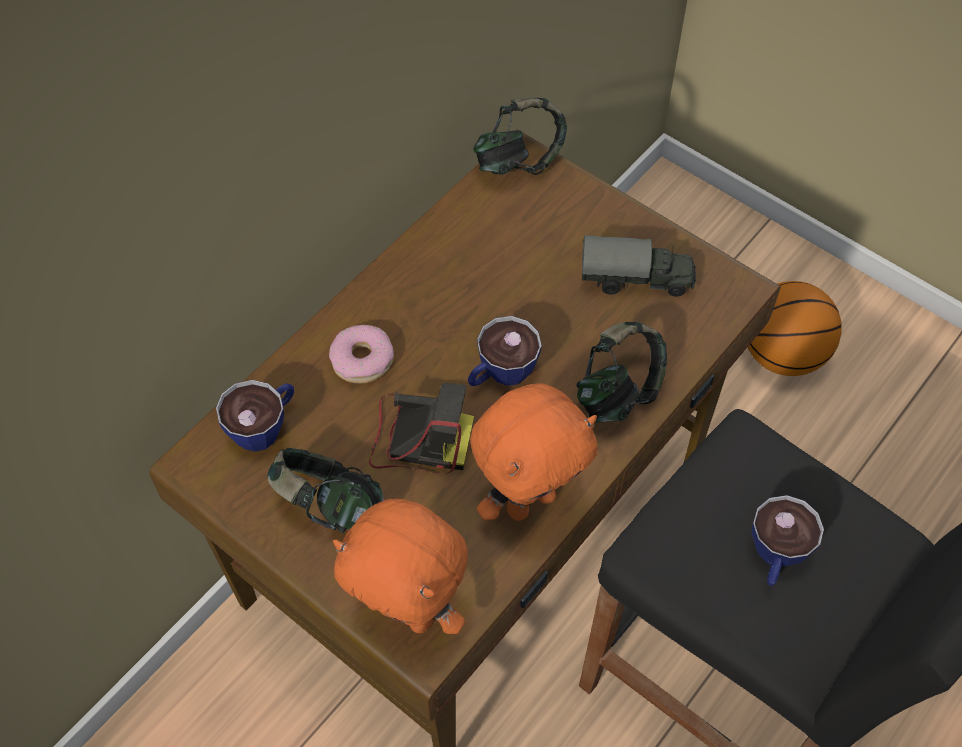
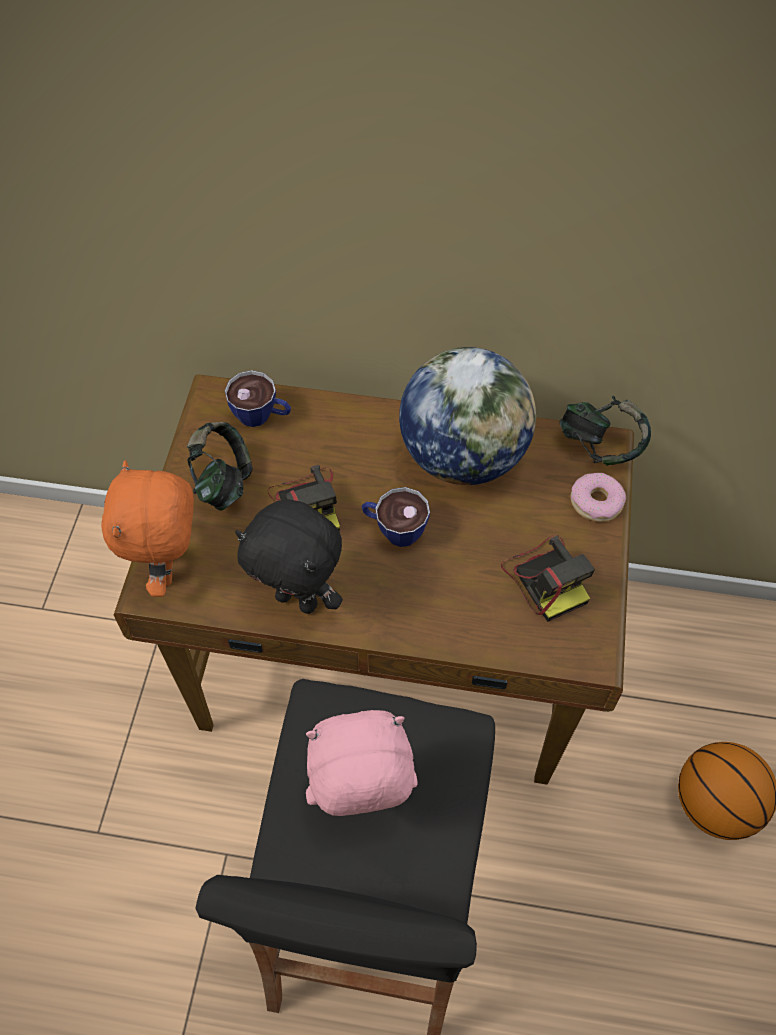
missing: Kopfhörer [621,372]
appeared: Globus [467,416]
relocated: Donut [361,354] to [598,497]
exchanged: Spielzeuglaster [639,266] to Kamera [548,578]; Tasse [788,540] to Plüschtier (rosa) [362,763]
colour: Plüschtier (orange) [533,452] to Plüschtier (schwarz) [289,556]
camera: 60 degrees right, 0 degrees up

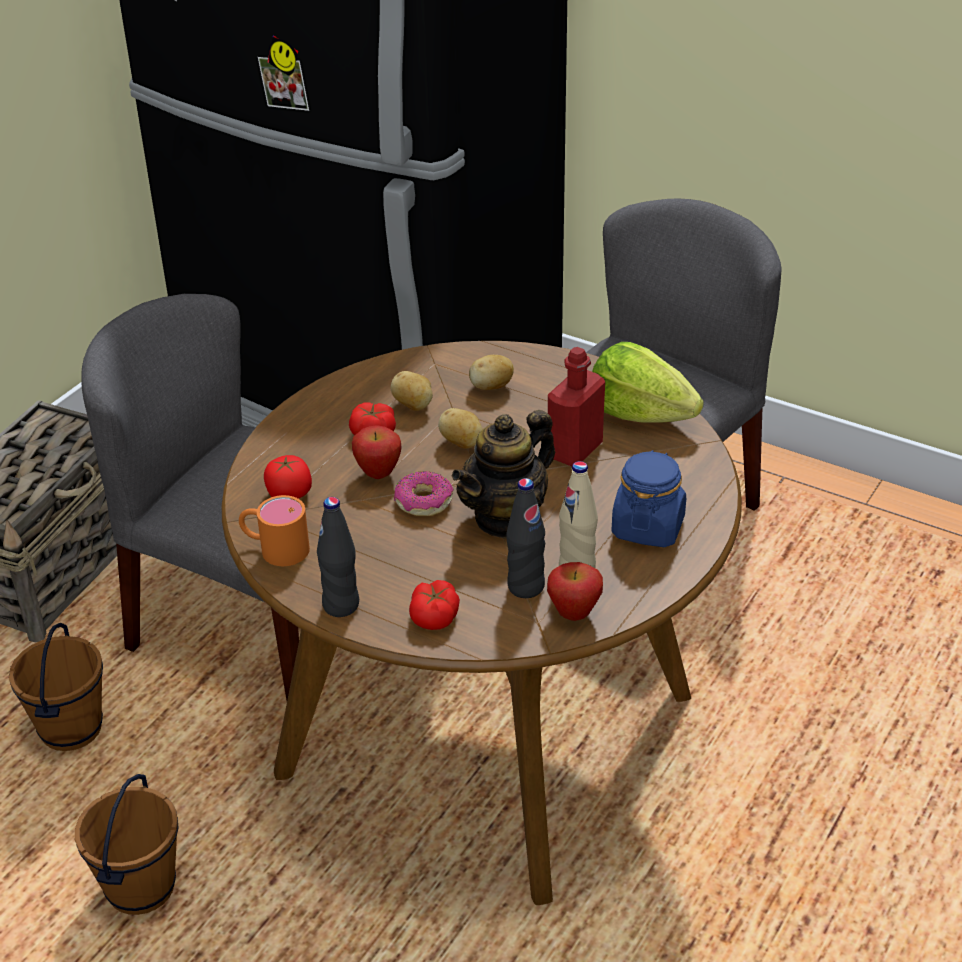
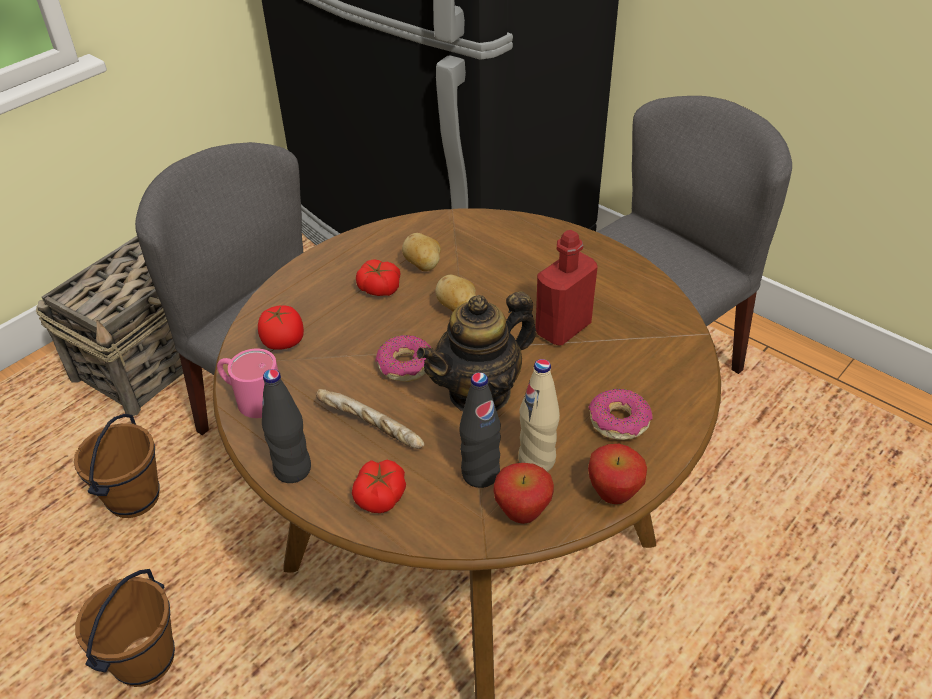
missing: Salatkopf [648,382]; Kartoffel [491,372]
appeared: Brot [370,419]
relocated: Apfel [377,452] to [617,474]
exchanged: Vorratsglas (blau) [648,498] to Donut [620,414]
colour: Henkelbecher (orange) [274,530] to Henkelbecher (rosa) [247,383]
camera: 10 degrees right, 5 degrees up

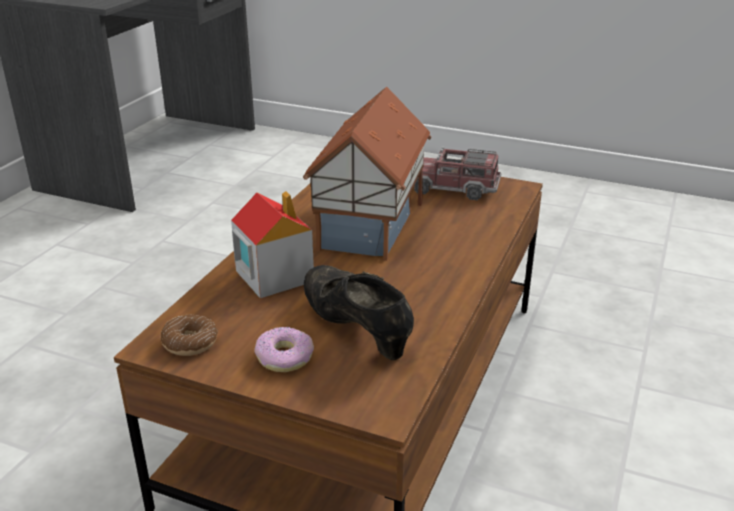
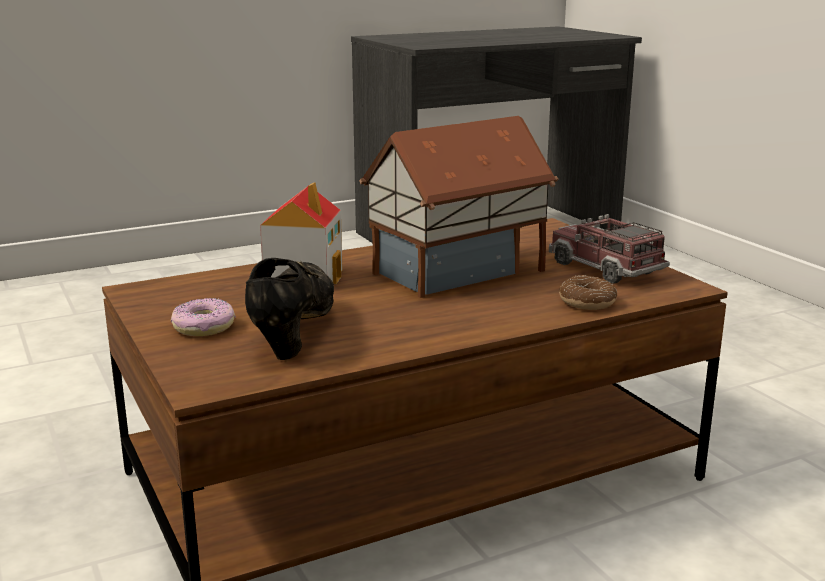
relocated: Donut [189,335] to [588,292]
camera: 40 degrees right, 10 degrees down

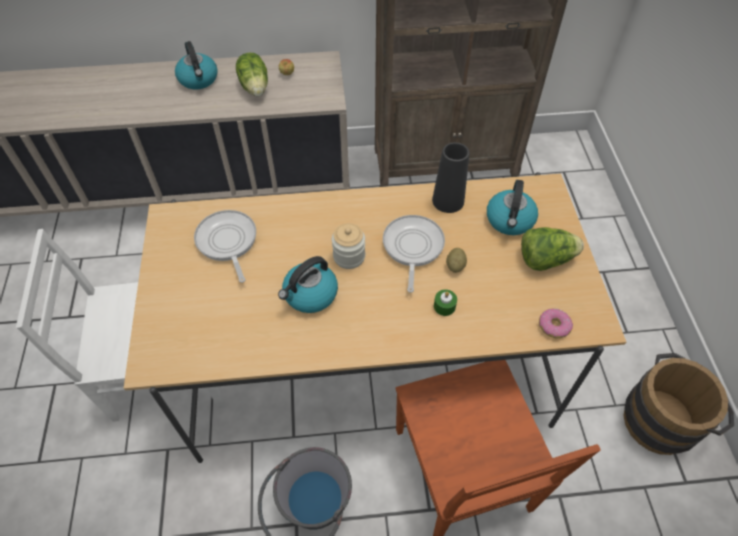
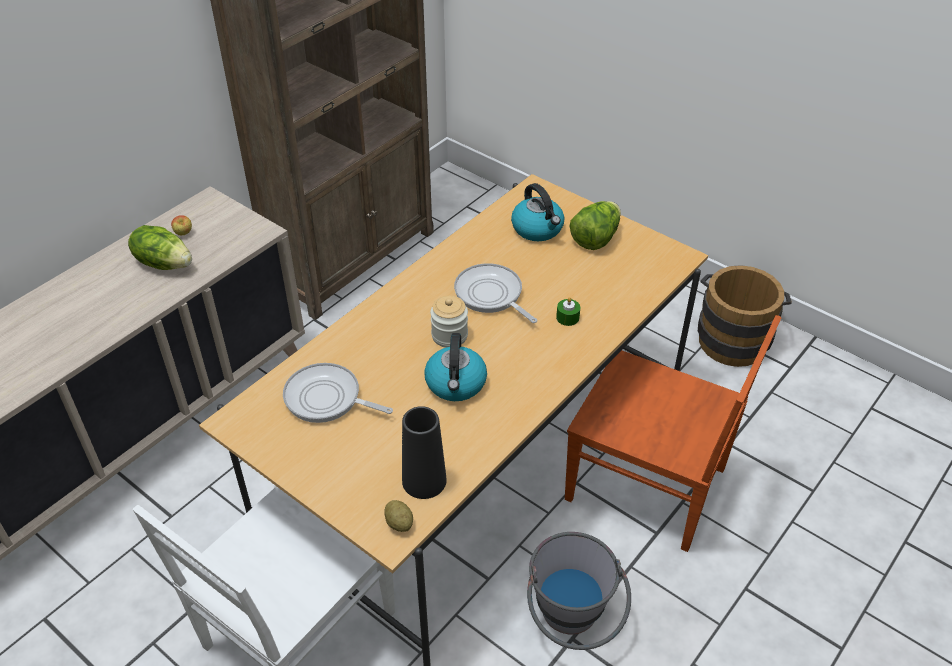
missing: Wasserkessel [196,65]; Donut [556,323]
relocated: Vase (schwarz) [450,177] to [424,452]; Kartoffel [456,260] to [398,516]
camera: 45 degrees left, 10 degrees down

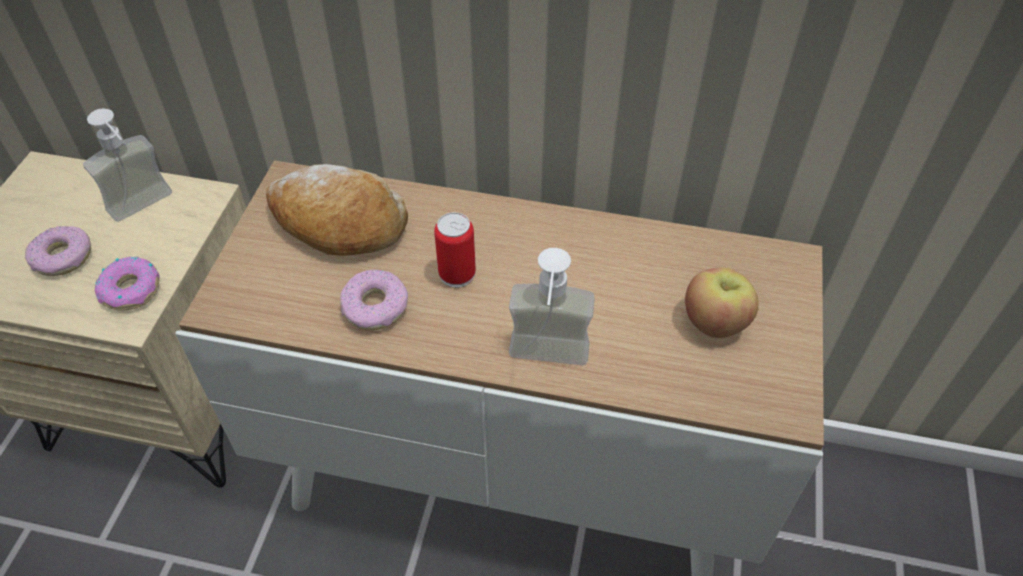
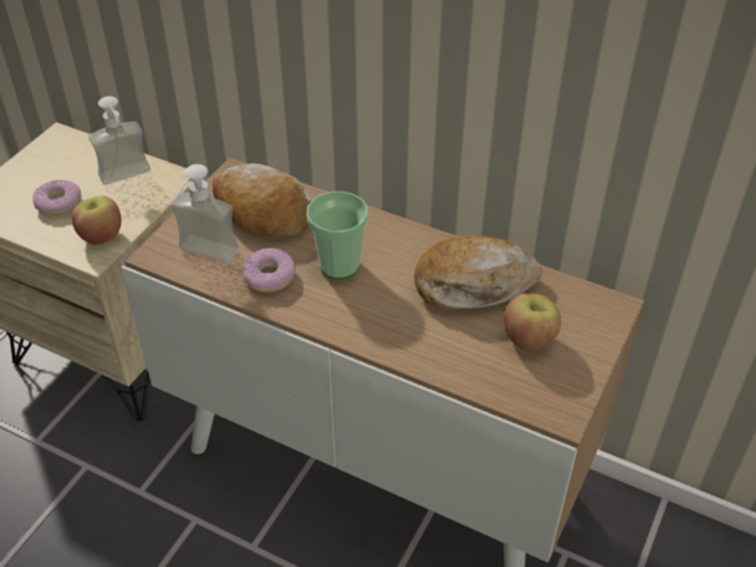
appeared: Brot [478,273]
relocated: Seifenspender [552,306] to [205,213]
exchanged: Dose [455,250] to Tasse [337,235]; Donut [127,284] to Apfel [96,220]
camera: 15 degrees right, 5 degrees down

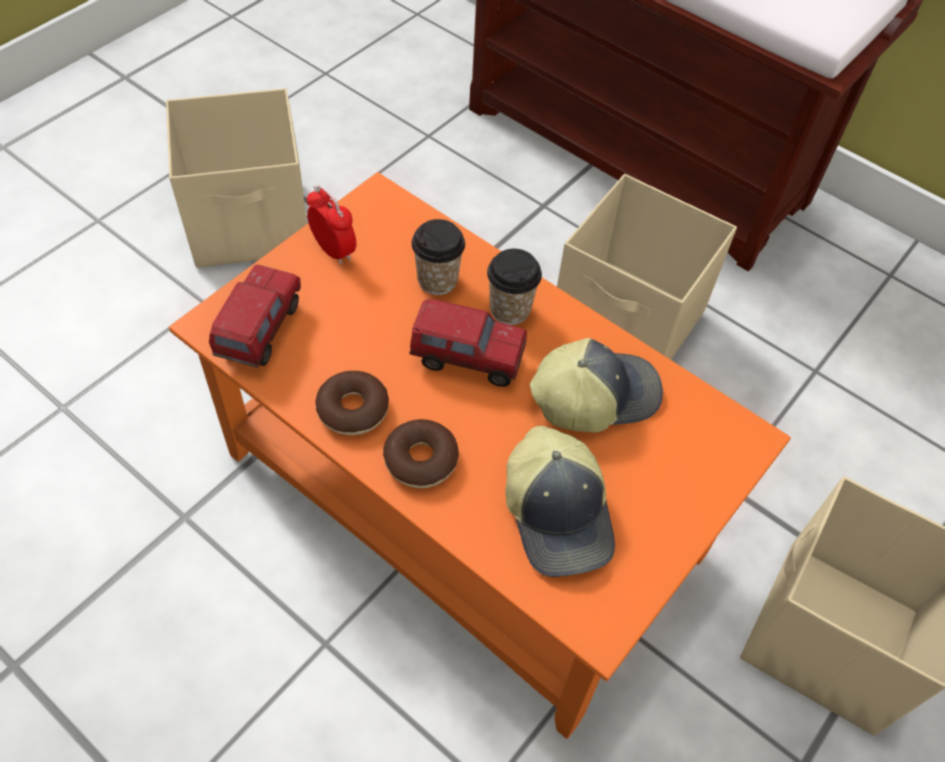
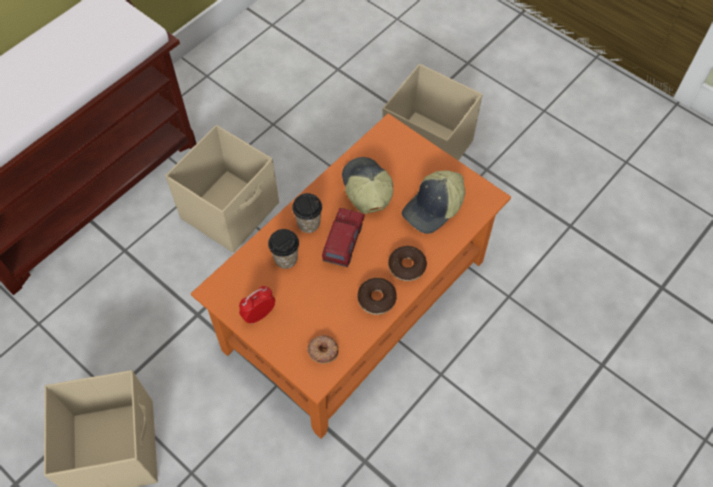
exchanged: Spielzeuglaster [255,316] to Donut [323,349]
spun: Kappe [560,501] = [433,202] 150 degrees clockwise
camera: 85 degrees left, 5 degrees up

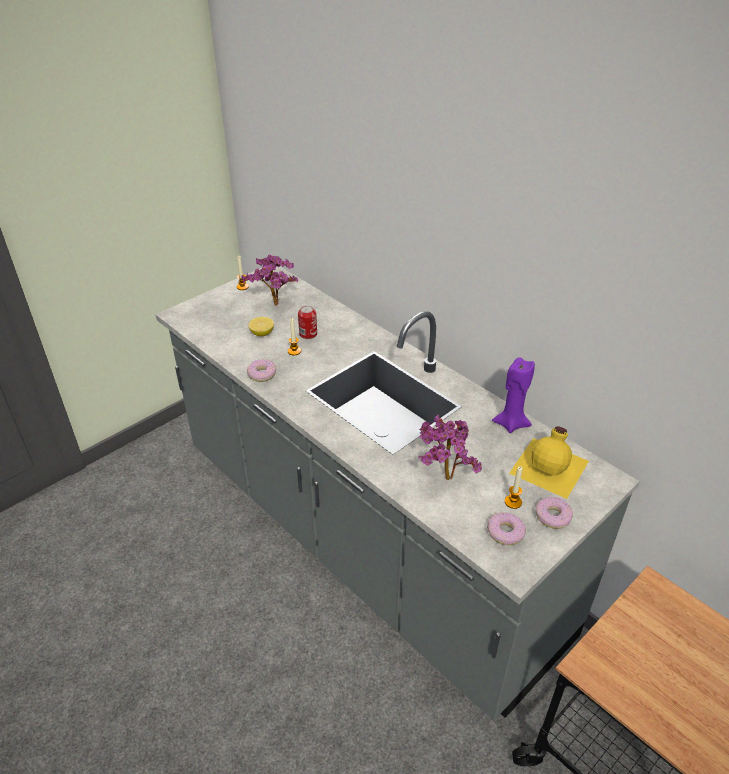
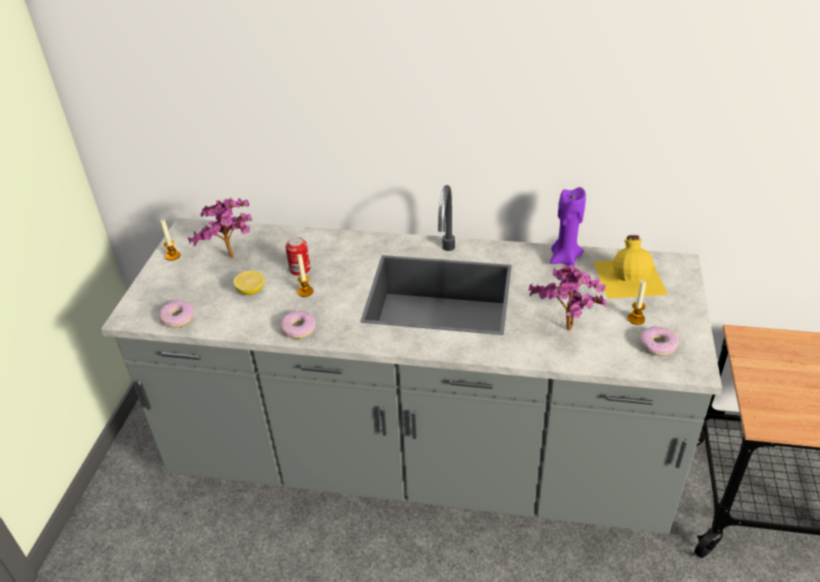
relocated: Donut [554,513] to [176,314]
camera: 35 degrees left, 0 degrees up

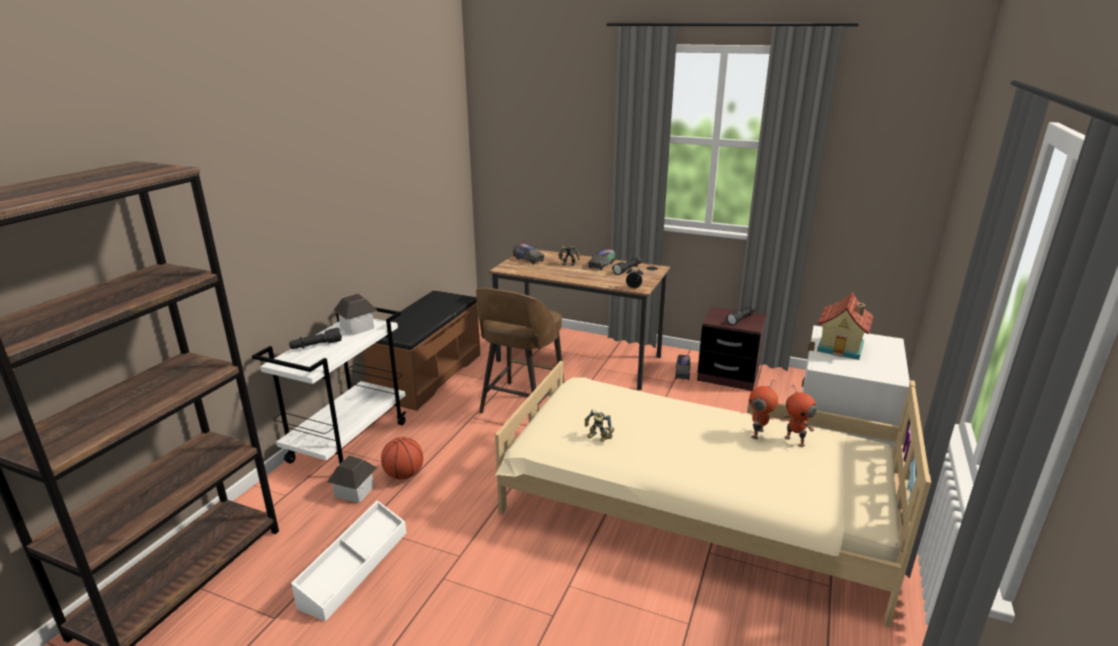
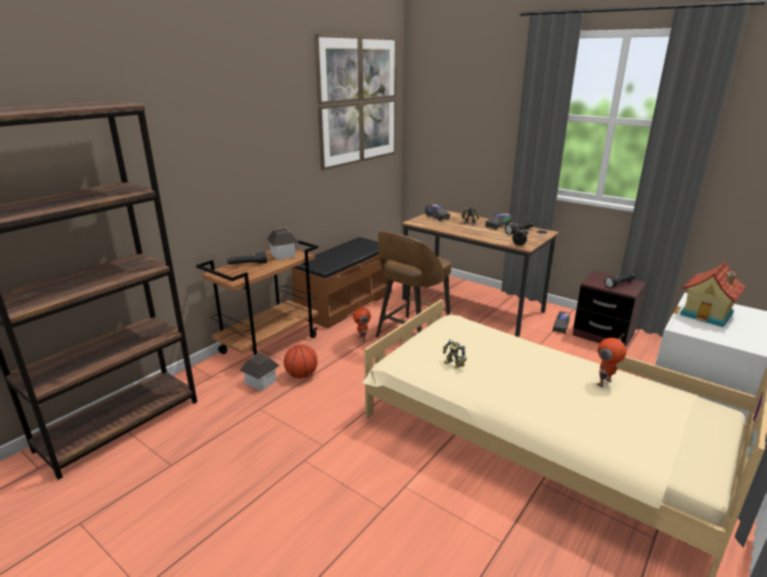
missing: Aufbewahrungsbox (weiß) [348,561]
appeared: Bild [355,102]
relocated: Spielzeugroboter [800,415] to [362,322]
colour: Rollwagen (weiß) [329,385] to Rollwagen (braun) [257,297]
camera: 15 degrees right, 0 degrees up

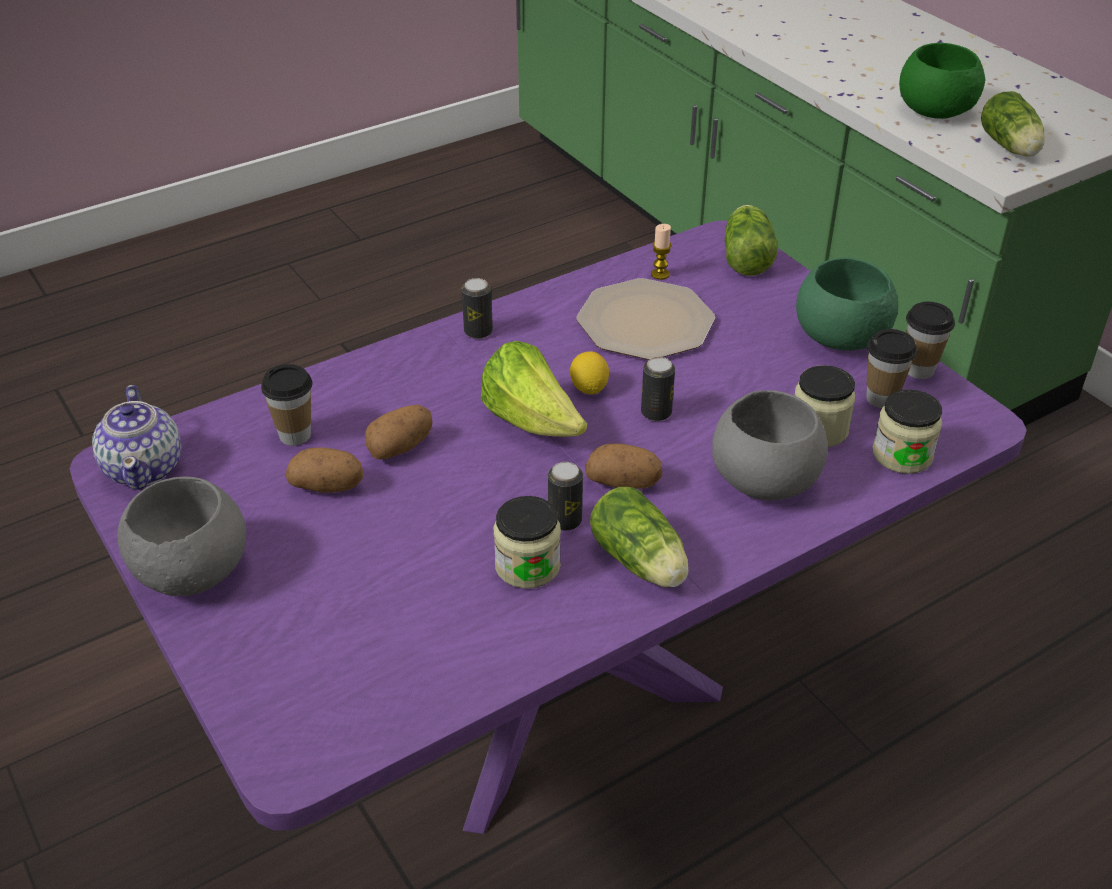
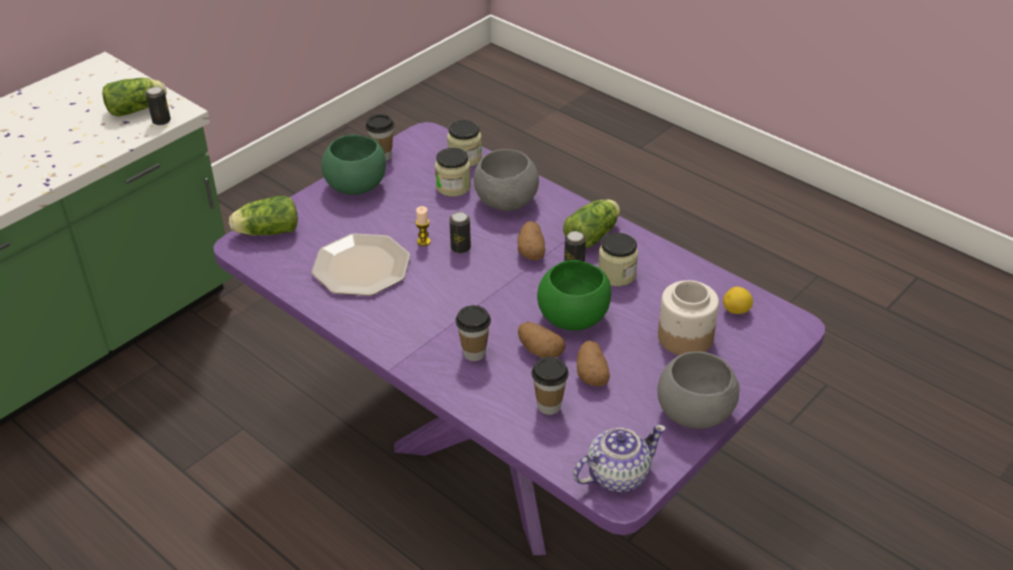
missing: Salatkopf [534,389]
appeared: Vorratsglas [688,317]
relocated: Schüssel (grün) [942,81] to [574,295]; Kerze [661,252] to [423,226]; Dose [477,308] to [158,105]; Tasse [891,368] to [473,333]; Zitrone [589,373] to [738,300]
camera: 105 degrees left, 0 degrees up

